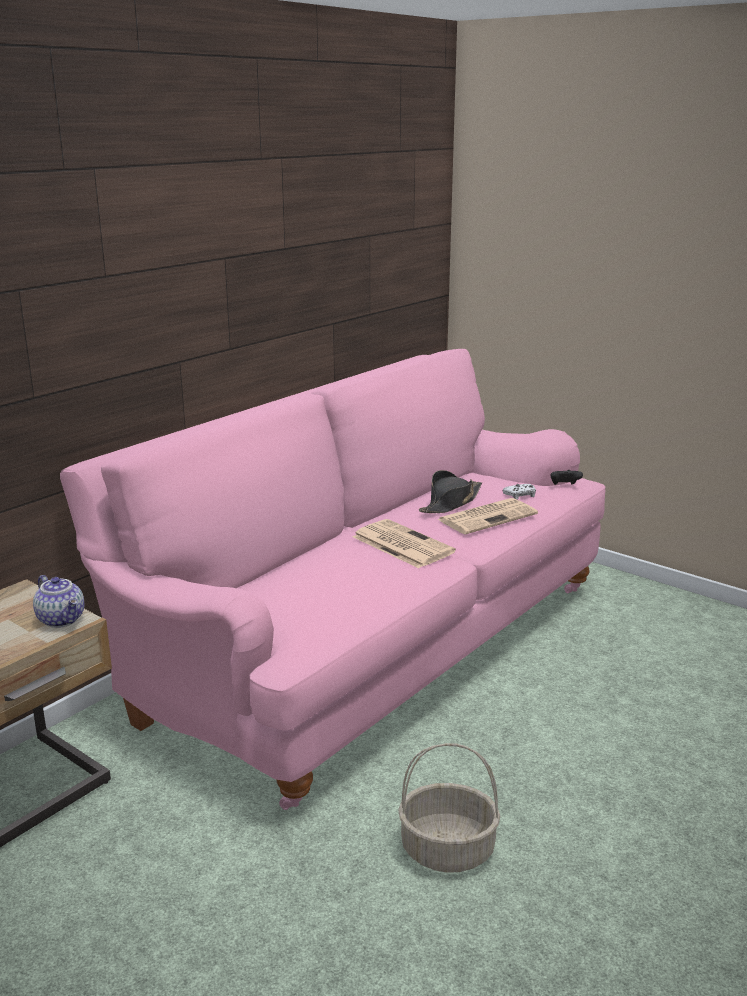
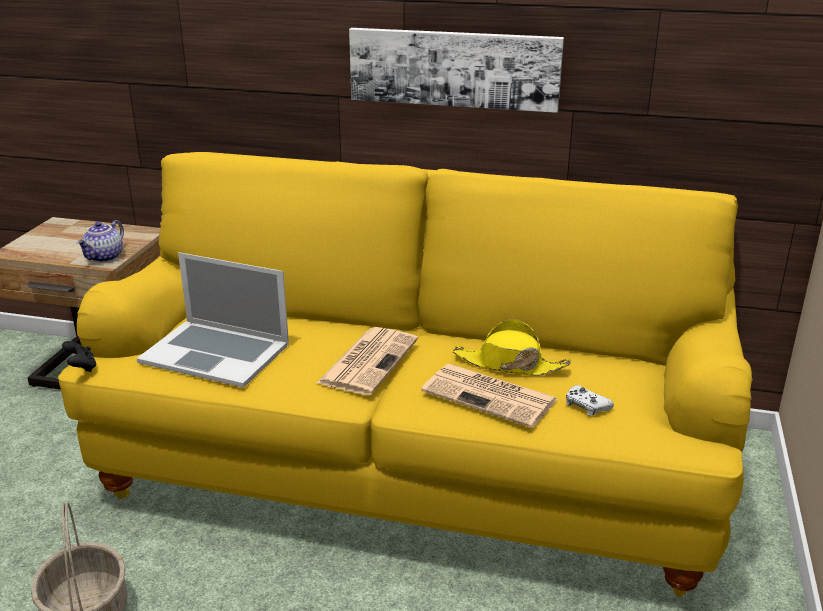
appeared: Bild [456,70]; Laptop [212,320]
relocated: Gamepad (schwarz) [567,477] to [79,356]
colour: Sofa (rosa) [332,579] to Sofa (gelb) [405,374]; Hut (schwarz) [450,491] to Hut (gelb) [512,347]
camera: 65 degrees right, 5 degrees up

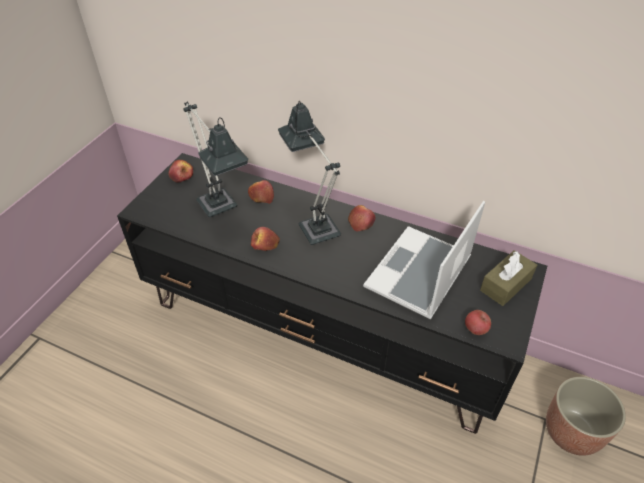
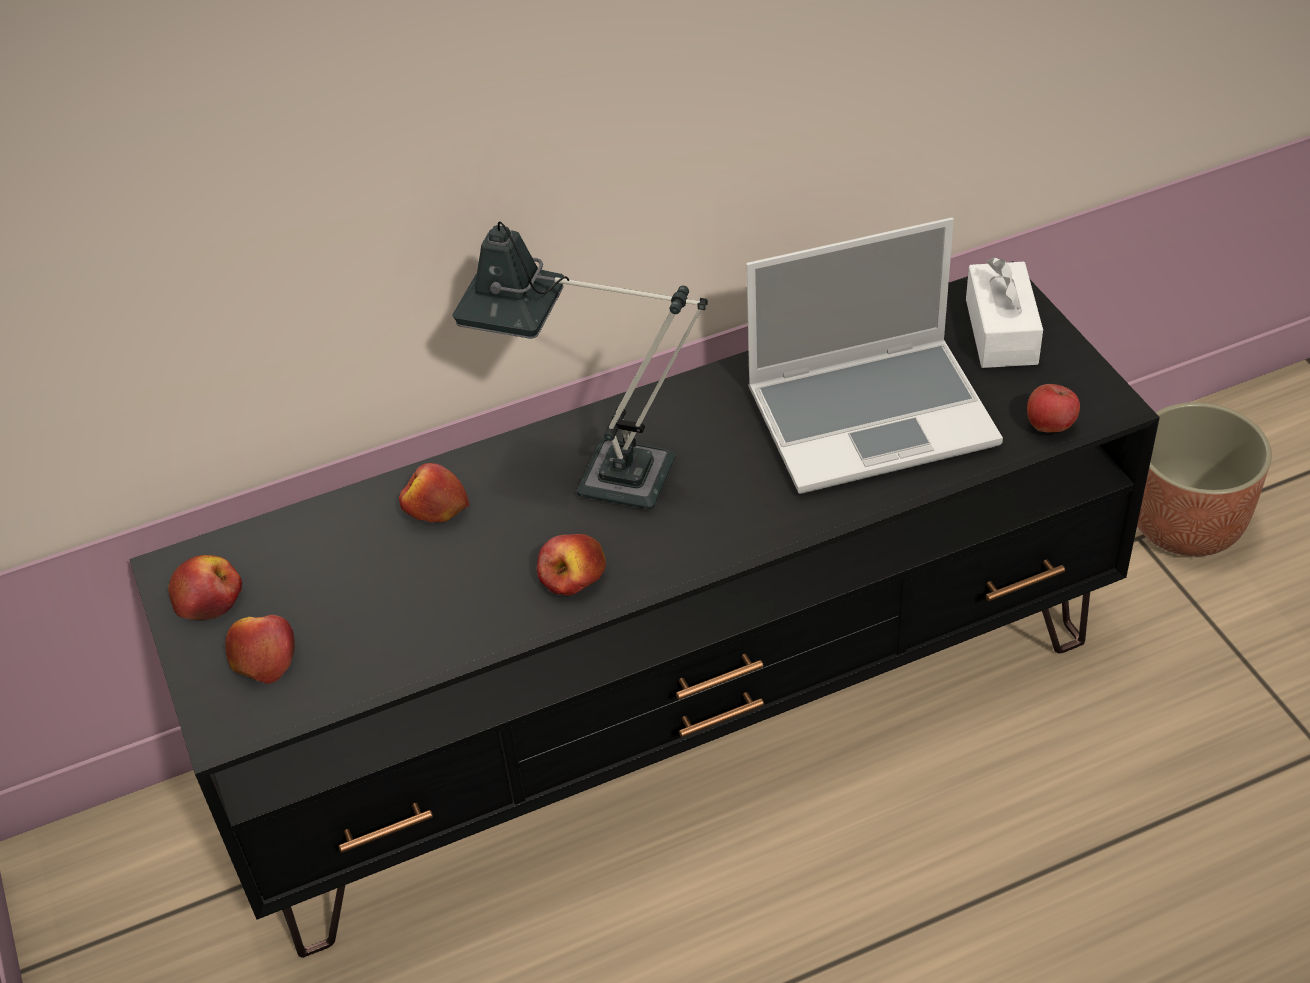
missing: Tischlampe [215,159]
relocated: Apfel [361,218] to [260,649]
colour: Taschentuchbox (braun) [508,278] to Taschentuchbox (weiß) [1004,312]
spun: Laptop [424,260] = [874,356] 90 degrees counterclockwise
camera: 45 degrees left, 0 degrees up

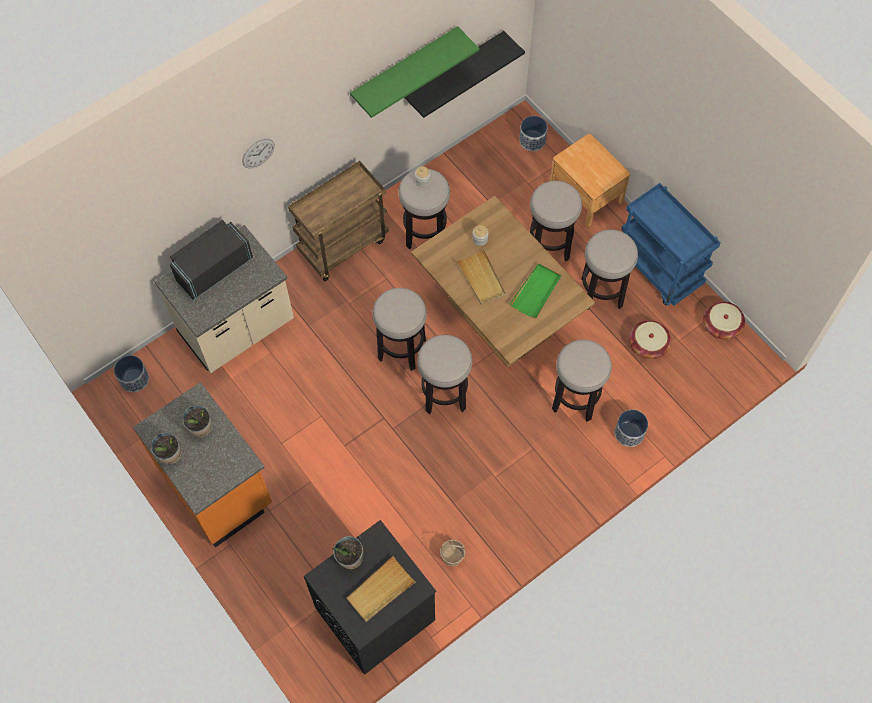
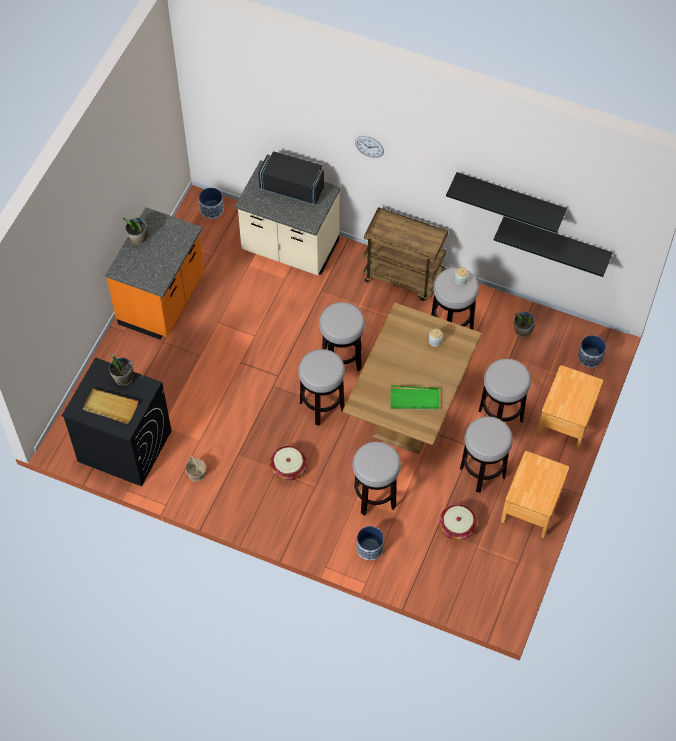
missing: Tablett (beige) [481,277]
relocated: Korb [724,320] to [288,463]; Topfpflanze [197,421] to [524,324]
exchanged: Rollwagen (blau) [671,244] to Nachttisch (braun) [535,494]
colour: Wandregal (grün) [414,72] to Wandregal (schwarz) [506,202]
camera: 60 degrees right, 5 degrees down

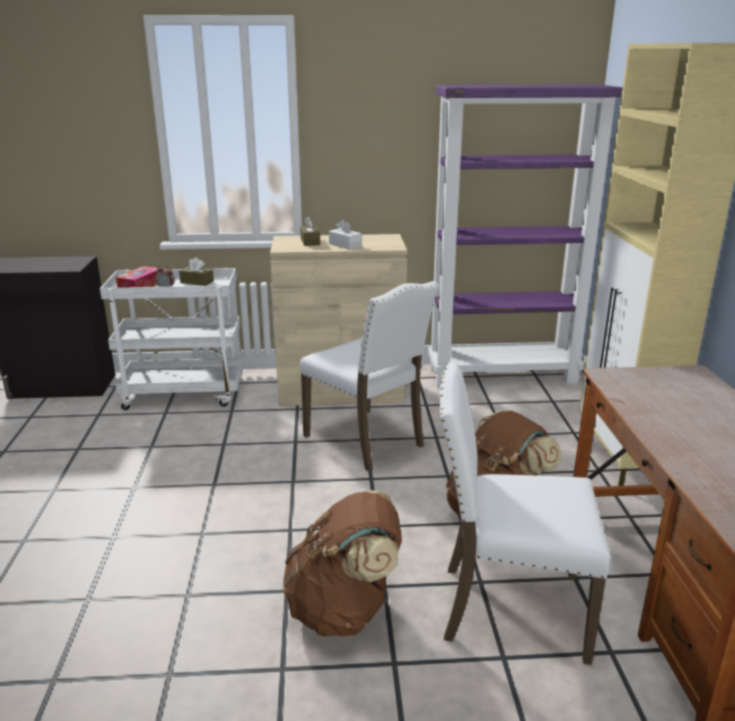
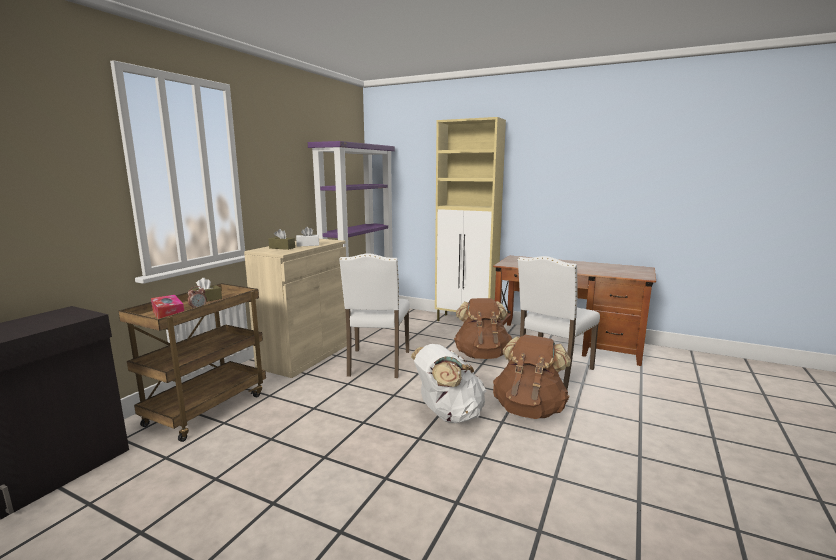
appeared: Rucksack (weiß) [448,383]
colour: Rollwagen (weiß) [171,339] to Rollwagen (braun) [192,362]
spun: Stuhl (weiß) [369,376] = [374,316] 105 degrees clockwise
camera: 60 degrees left, 10 degrees down

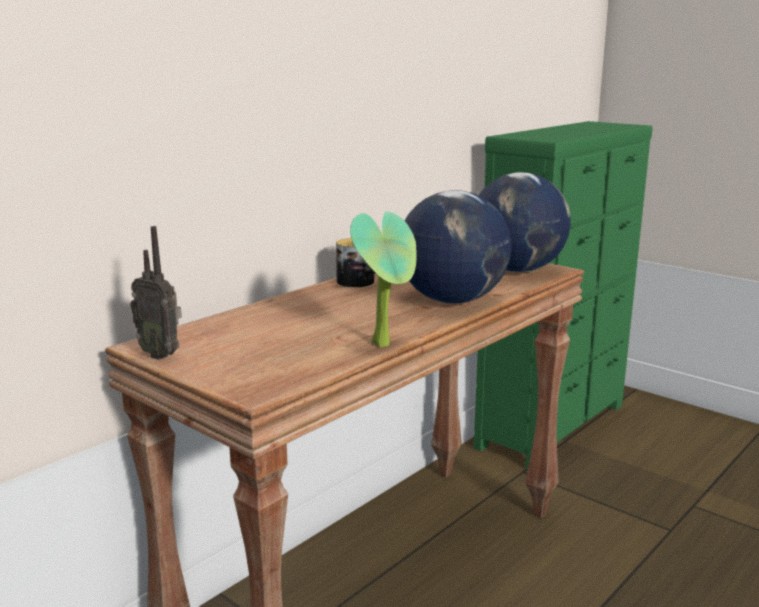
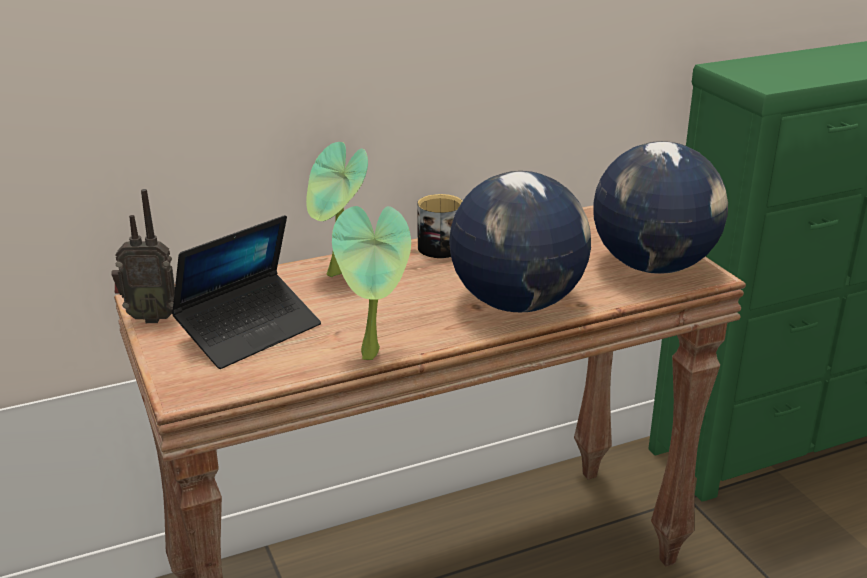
appeared: Topfpflanze [337,209]; Laptop [246,292]
spun: Radio [156,293] = [143,256] 60 degrees counterclockwise
camera: 25 degrees right, 10 degrees up

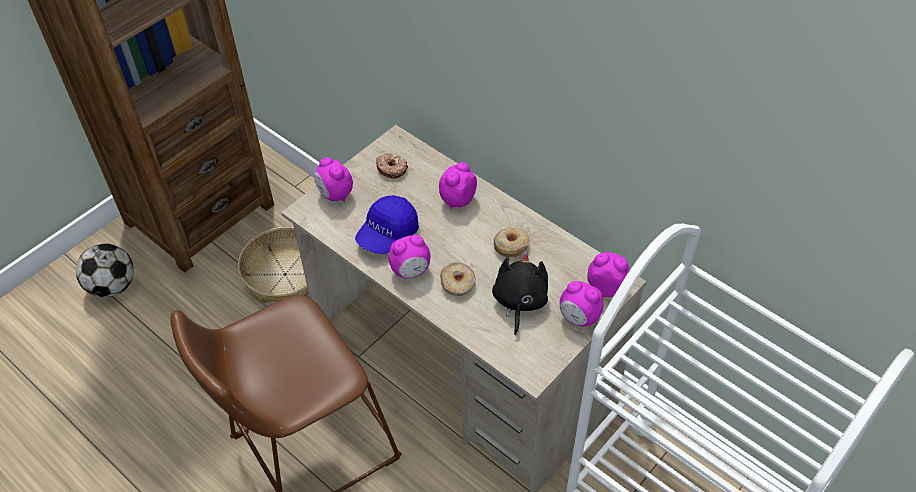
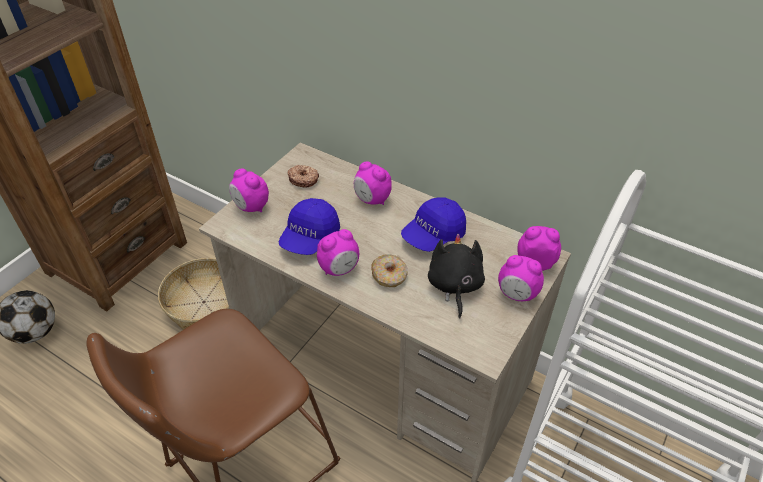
exchanged: Donut [512,242] to Kappe (blau) [433,224]
spun: Wecker [458,185] = [373,183] 75 degrees counterclockwise
camera: 10 degrees left, 5 degrees down

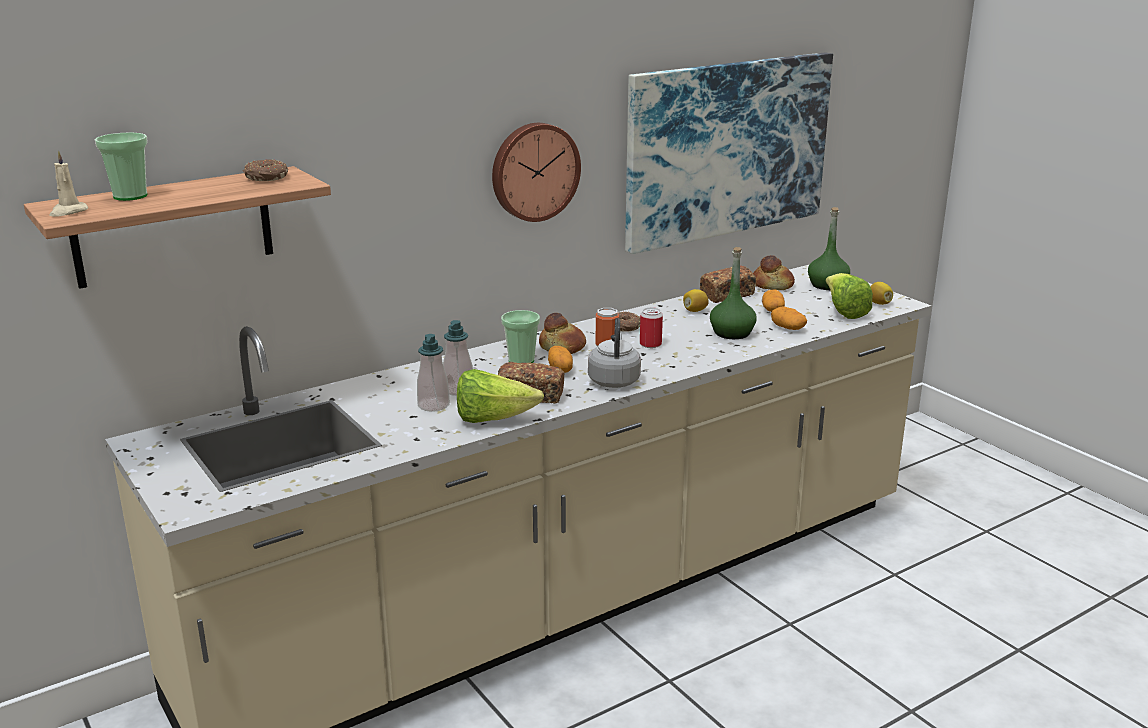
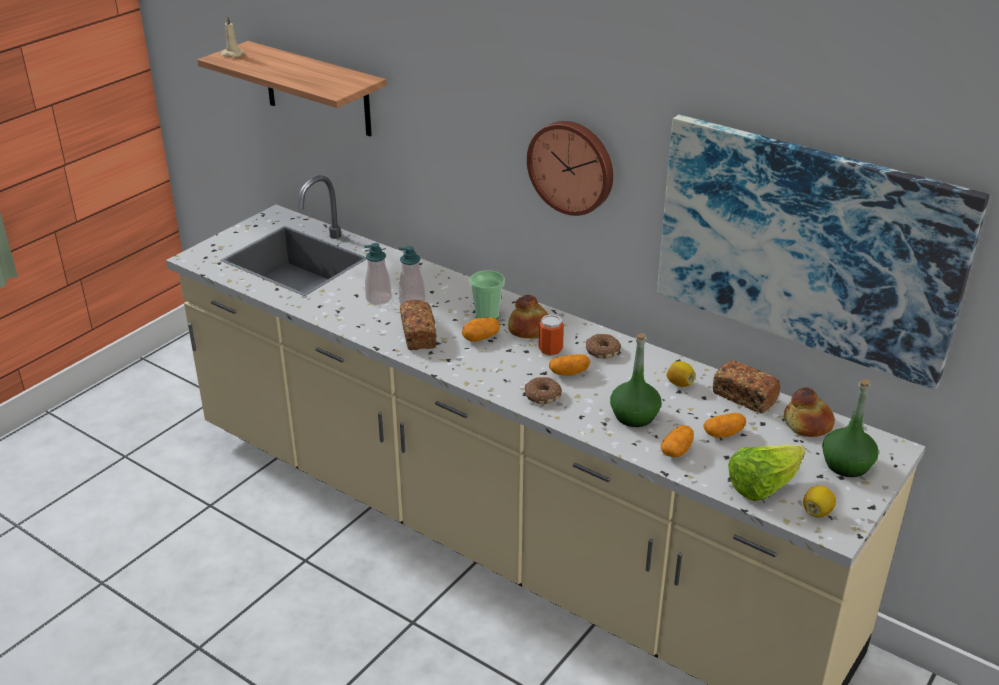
missing: Tasse [121,166]; Wasserkessel (grau) [614,353]; Salatkopf [500,396]
relocated: Donut [265,170] to [543,390]
exchanged: Dose [651,327] to Kartoffel [569,365]
camera: 70 degrees right, 10 degrees up

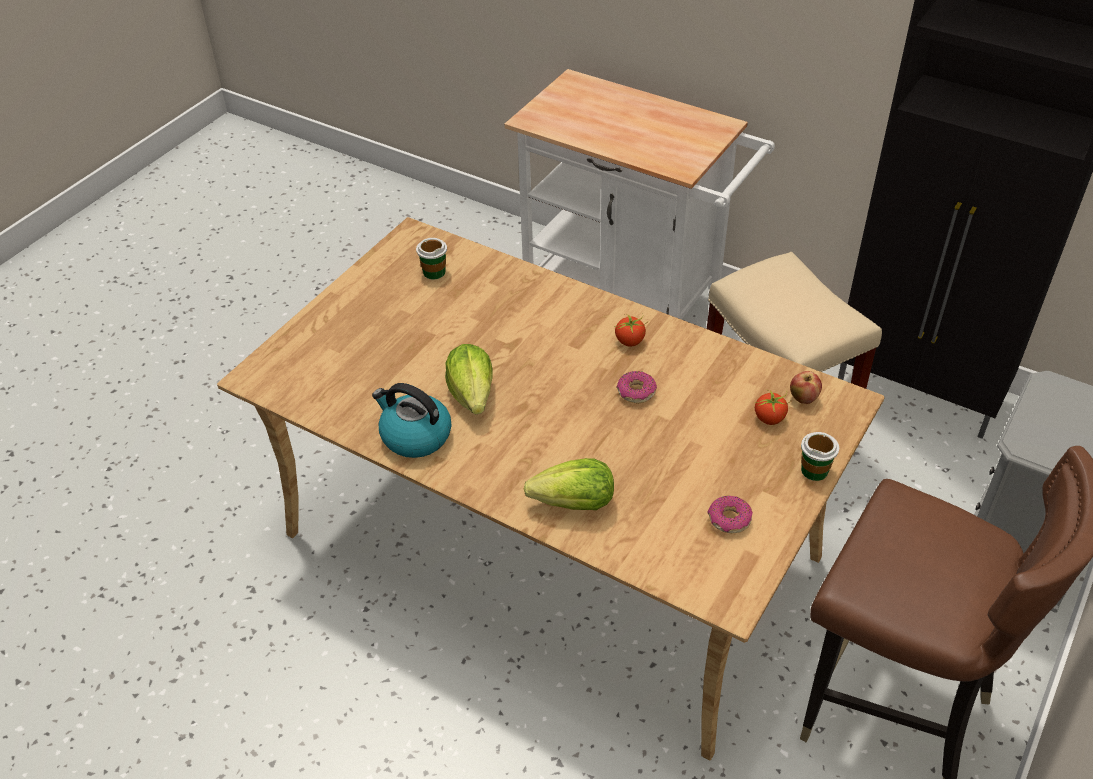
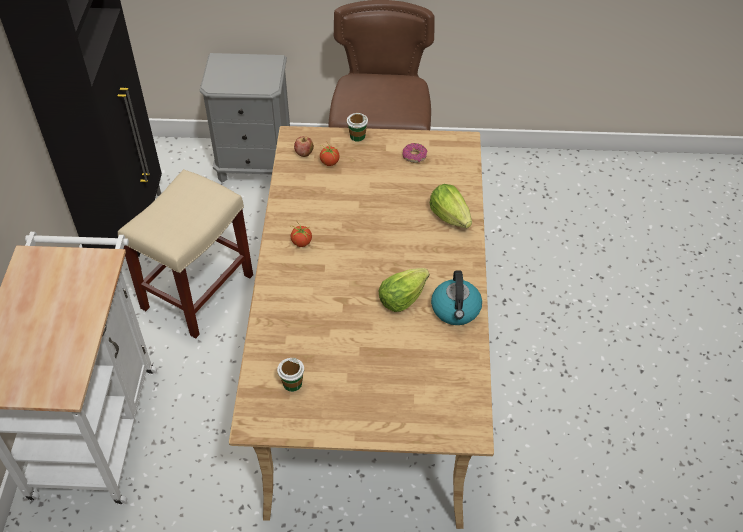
missing: Donut [636,387]
camera: 120 degrees left, 5 degrees up

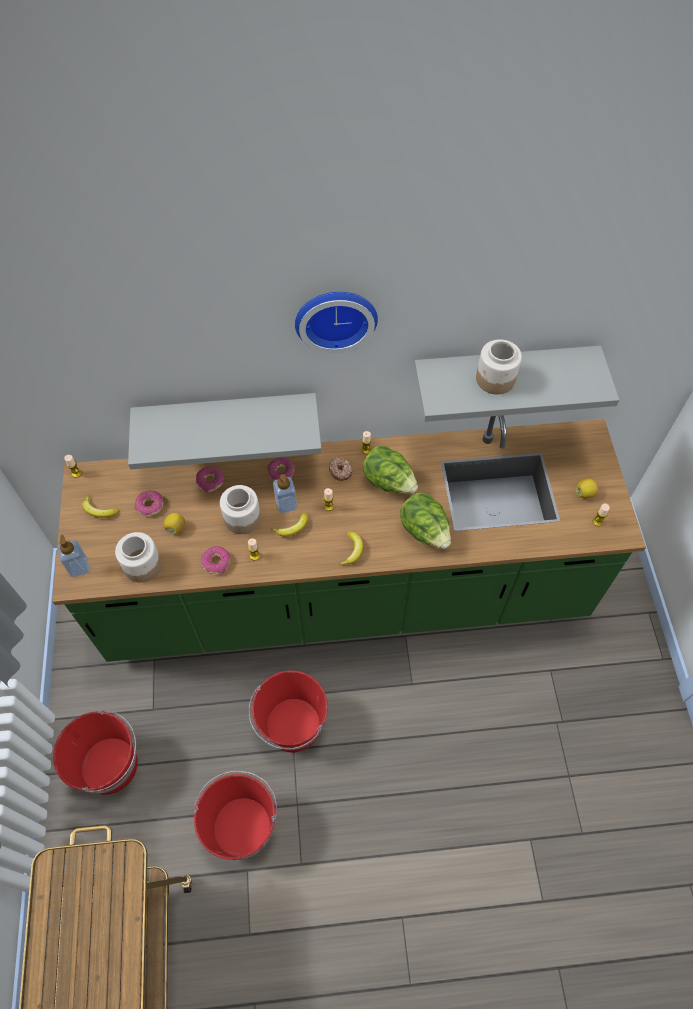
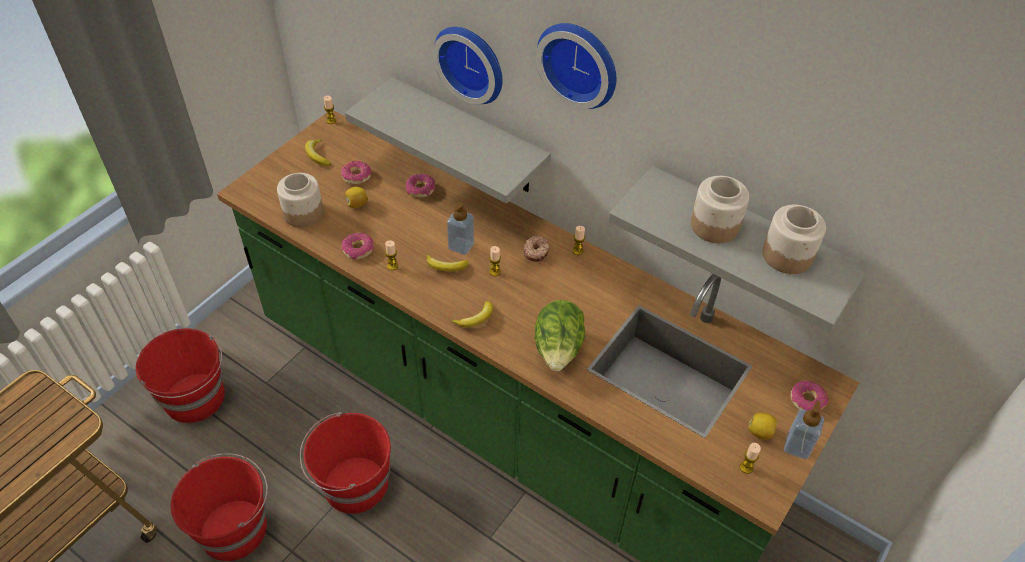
missing: Salatkopf [390,469]
appeared: Wanduhr [468,65]
relocated: Donut [281,469] to [809,396]; Vorratsglas [240,509] to [794,239]; Seifenspender [74,556] to [804,430]
camera: 40 degrees right, 10 degrees down

